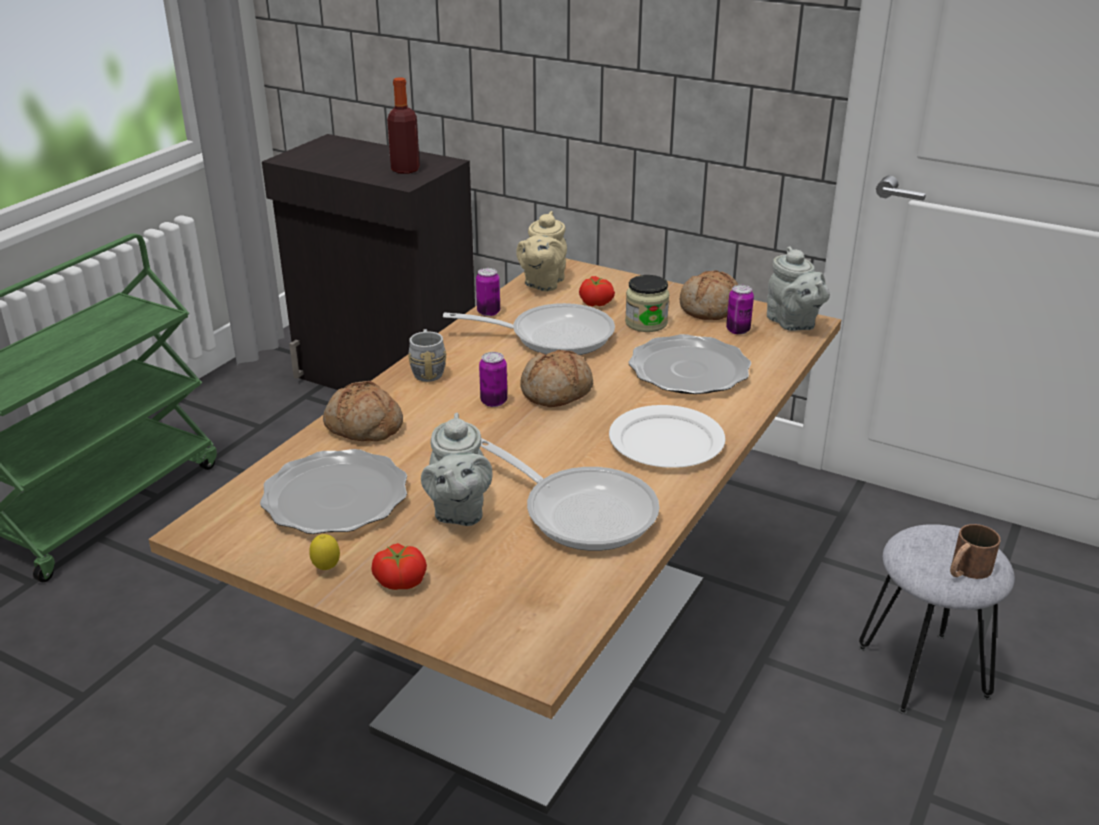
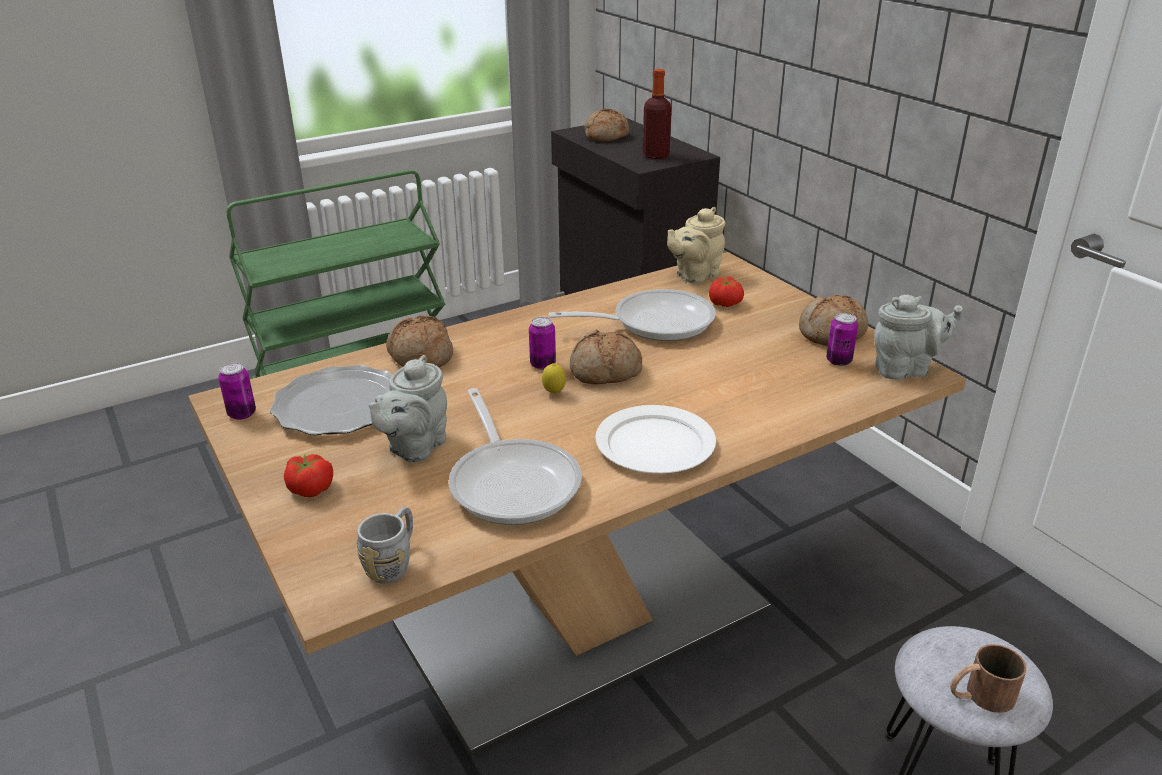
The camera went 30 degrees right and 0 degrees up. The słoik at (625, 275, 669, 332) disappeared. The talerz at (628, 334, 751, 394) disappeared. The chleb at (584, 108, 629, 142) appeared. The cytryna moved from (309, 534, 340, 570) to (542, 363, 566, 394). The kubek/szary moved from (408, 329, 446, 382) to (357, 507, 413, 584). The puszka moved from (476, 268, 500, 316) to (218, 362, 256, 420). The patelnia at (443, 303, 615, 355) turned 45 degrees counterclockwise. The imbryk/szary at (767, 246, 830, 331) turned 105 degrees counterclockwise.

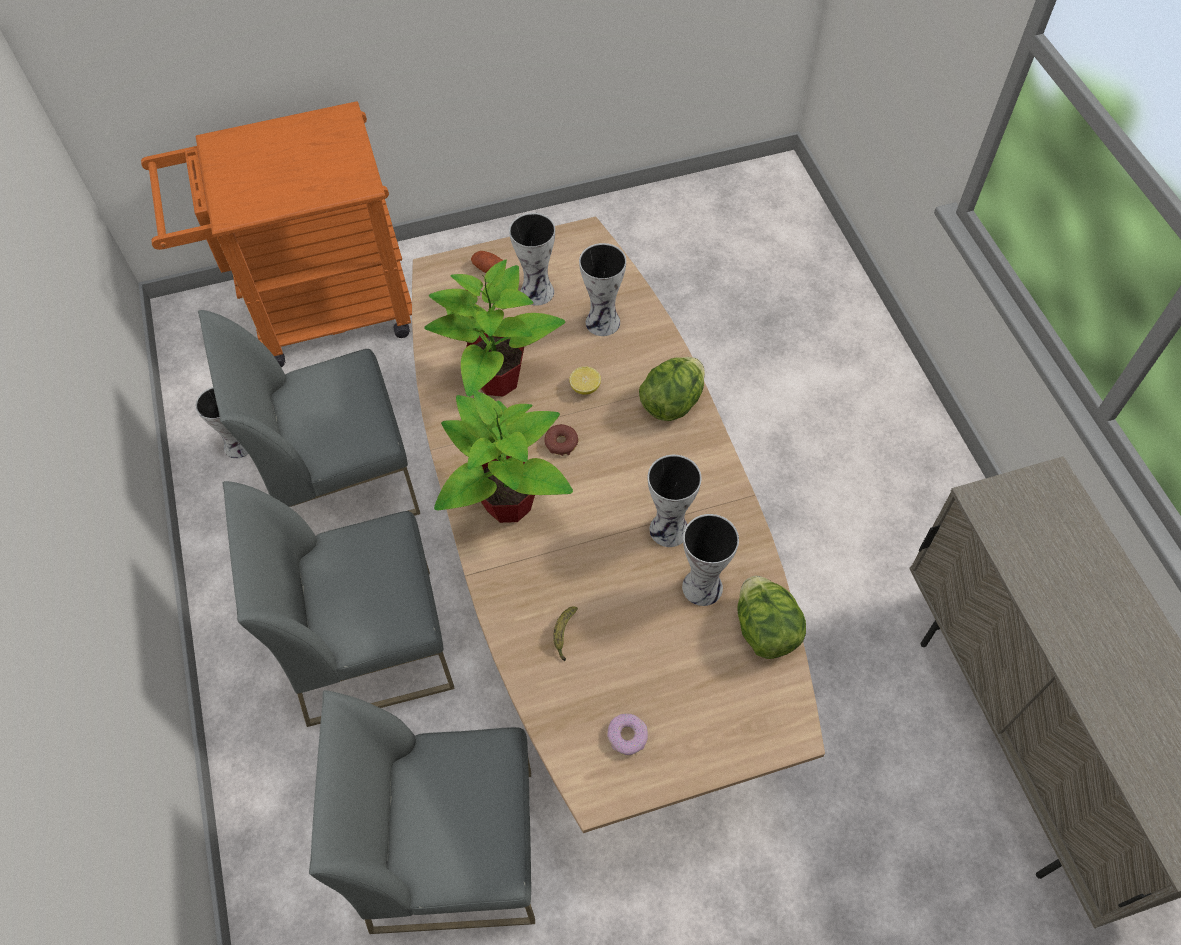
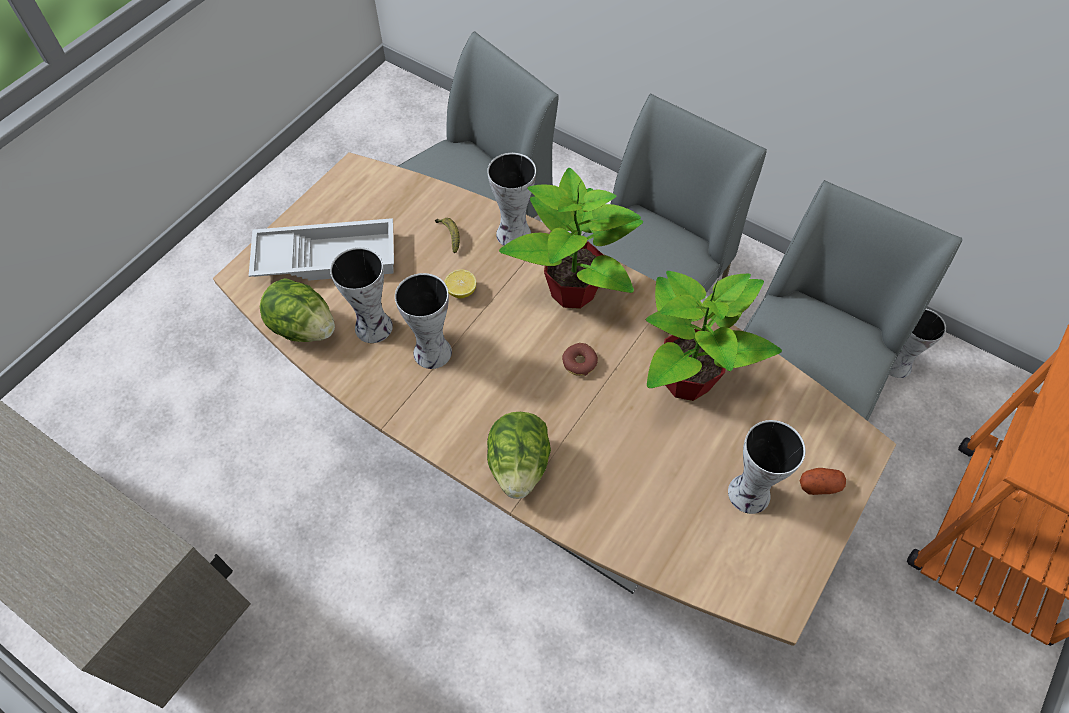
The camera went 140 degrees right and 0 degrees up. The donut at (607, 714, 648, 755) disappeared. The taca/biały at (249, 218, 394, 281) appeared. The cytryna moved from (569, 367, 601, 395) to (445, 269, 476, 299). The wazon moved from (579, 243, 626, 336) to (487, 153, 536, 246).

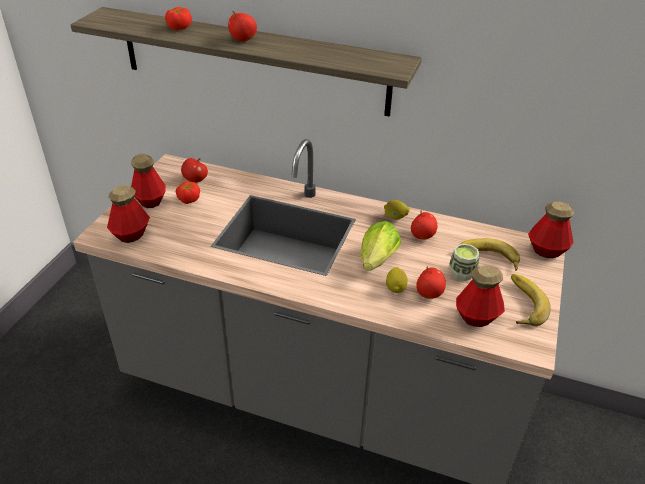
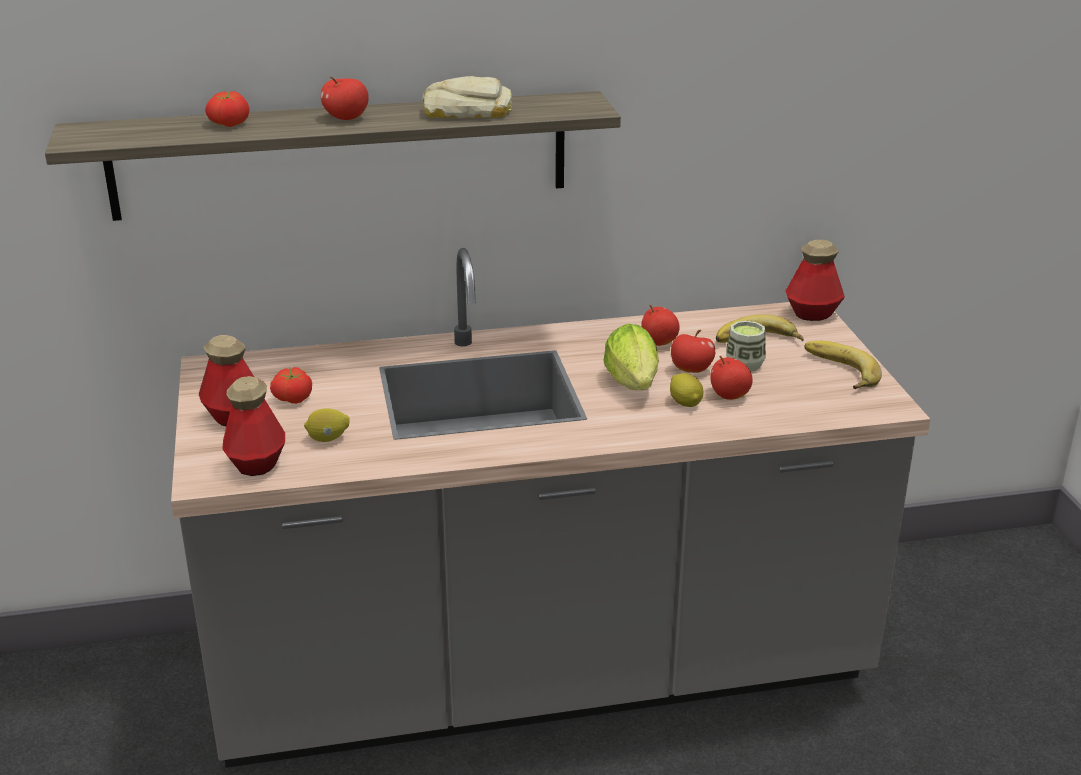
The camera went 30 degrees left and 10 degrees down. The butelka at (456, 265, 505, 327) disappeared. The chleb at (422, 76, 512, 118) appeared. The jabłko moved from (181, 158, 208, 183) to (671, 330, 715, 373). The cytryna moved from (384, 200, 410, 220) to (304, 408, 350, 442).

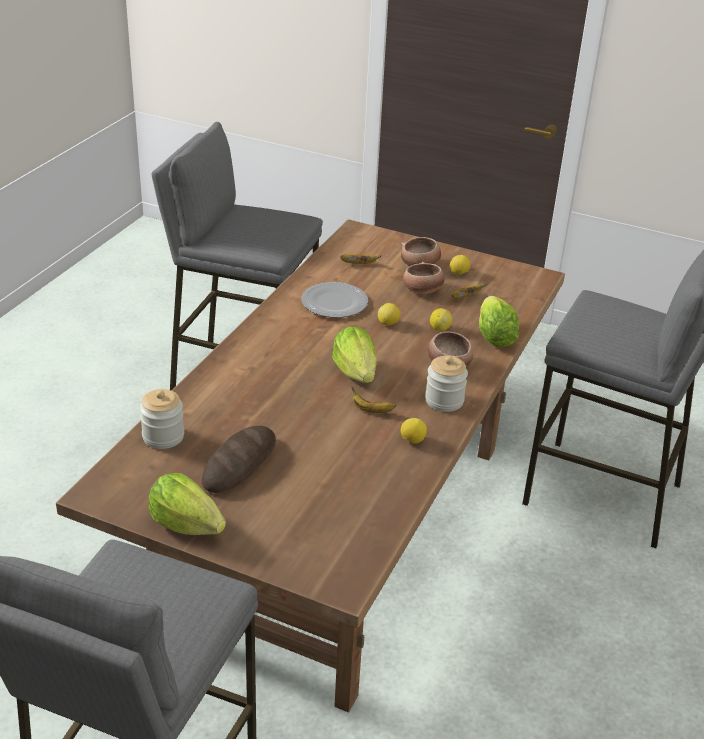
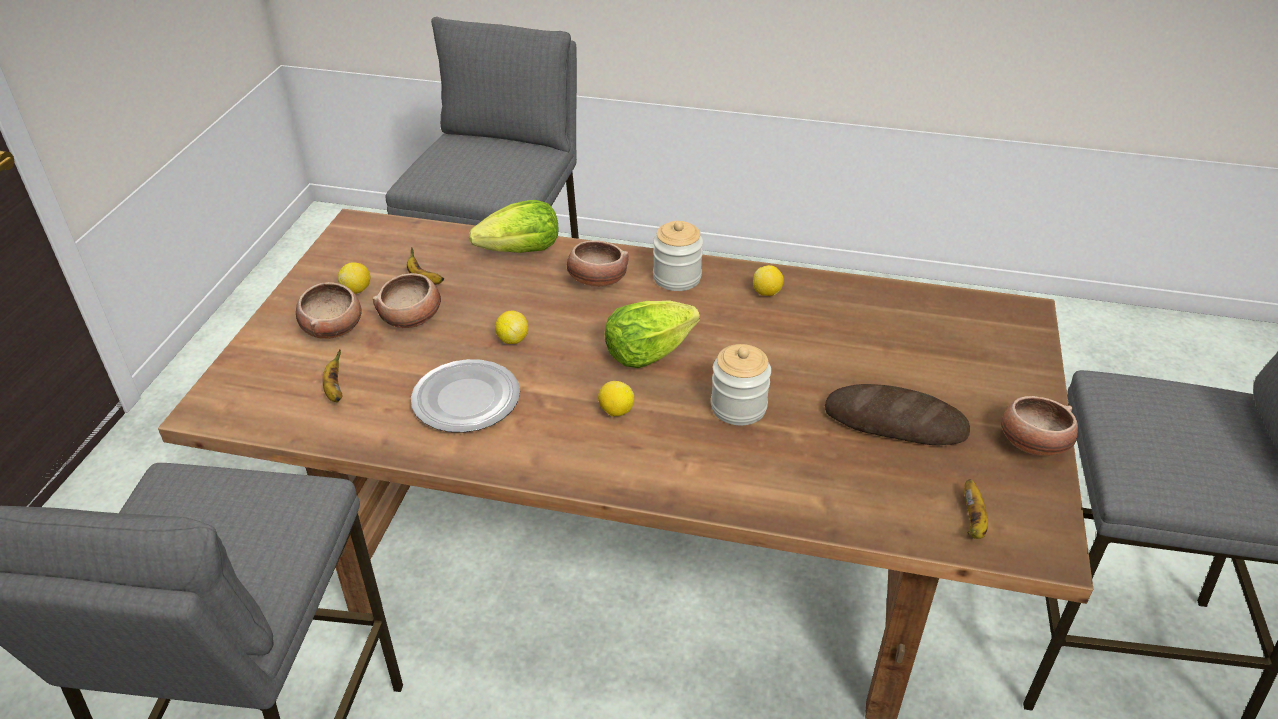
The camera went 100 degrees left and 5 degrees up. The słoik moved from (140, 389, 184, 449) to (711, 344, 771, 425). The banan moved from (352, 387, 396, 413) to (964, 479, 988, 539). The cytryna moved from (430, 308, 452, 331) to (598, 381, 634, 416). The sałata at (149, 473, 226, 535) was replaced by the miska at (1001, 396, 1078, 456).

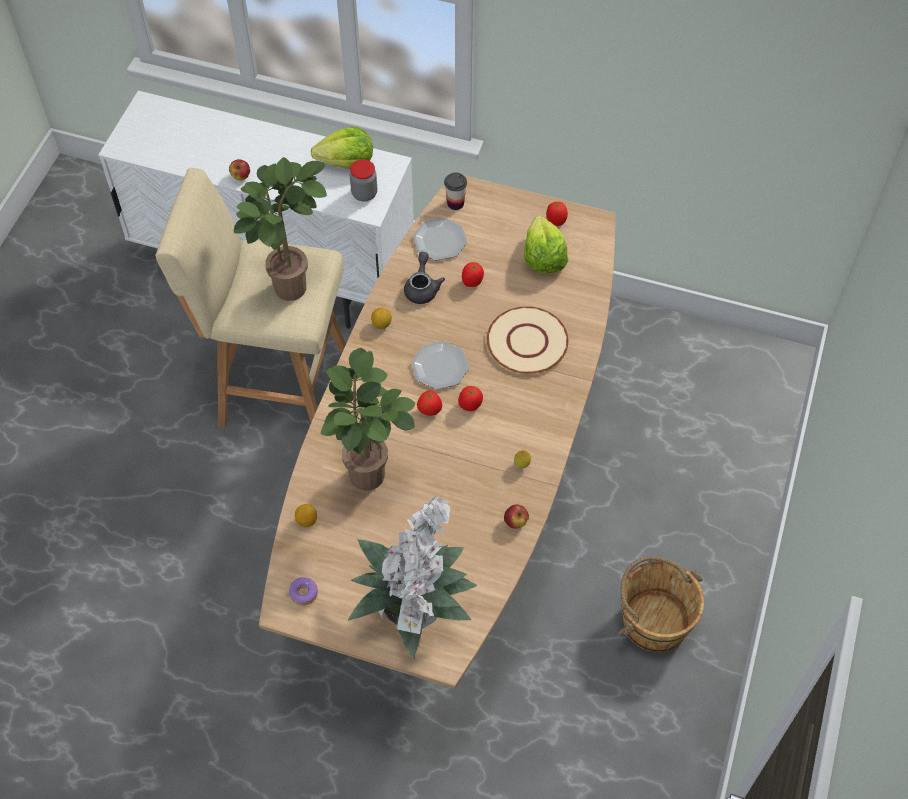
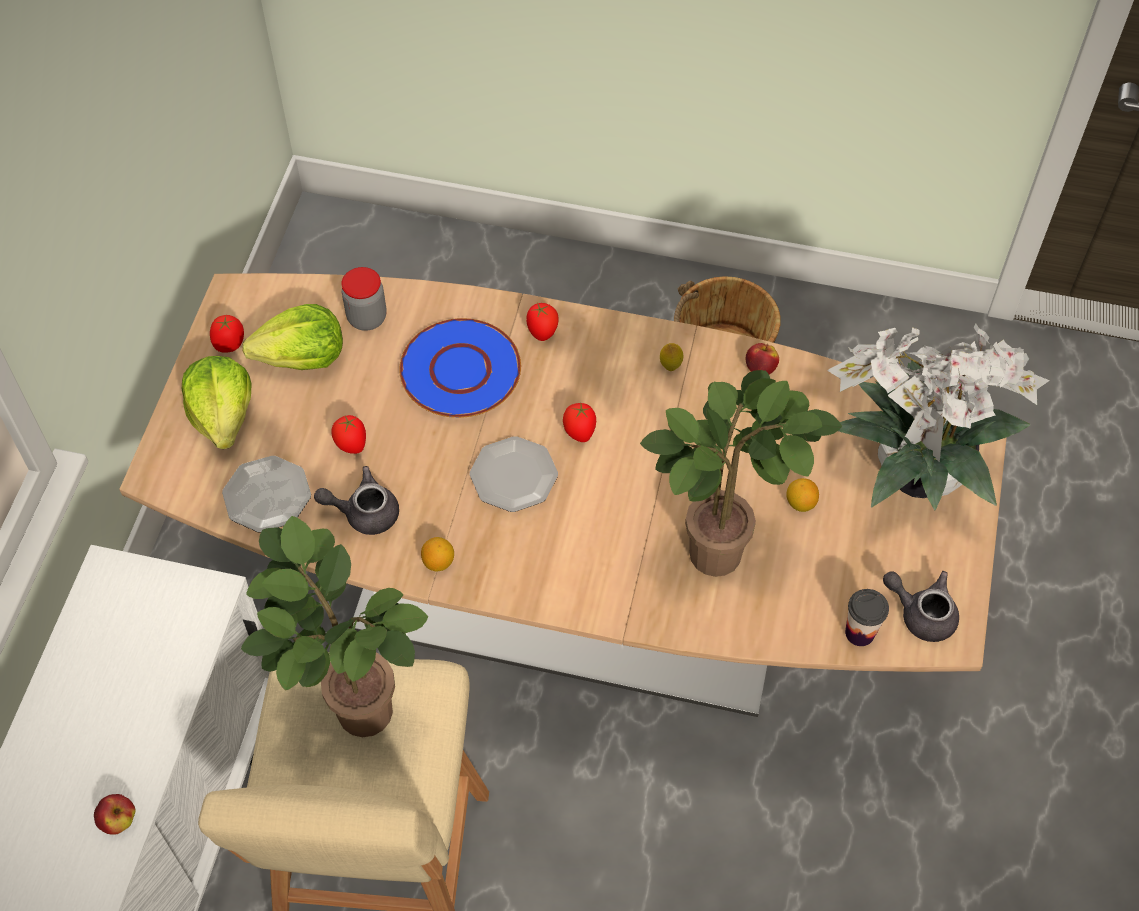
The camera went 95 degrees left and 0 degrees up. The cytryna moved from (295, 504, 317, 527) to (786, 478, 819, 512). The sałata moved from (311, 127, 373, 169) to (182, 356, 251, 449). The słoik moved from (350, 159, 377, 202) to (342, 267, 386, 331). The pomidor moved from (417, 391, 442, 416) to (526, 303, 559, 341). The filiżanka moved from (444, 172, 467, 210) to (845, 589, 889, 646). The donut at (289, 577, 318, 606) was replaced by the imbryk/szary at (883, 571, 959, 642). The talerz/beżowy at (487, 306, 569, 374) became the talerz/niebieski at (399, 318, 521, 418).

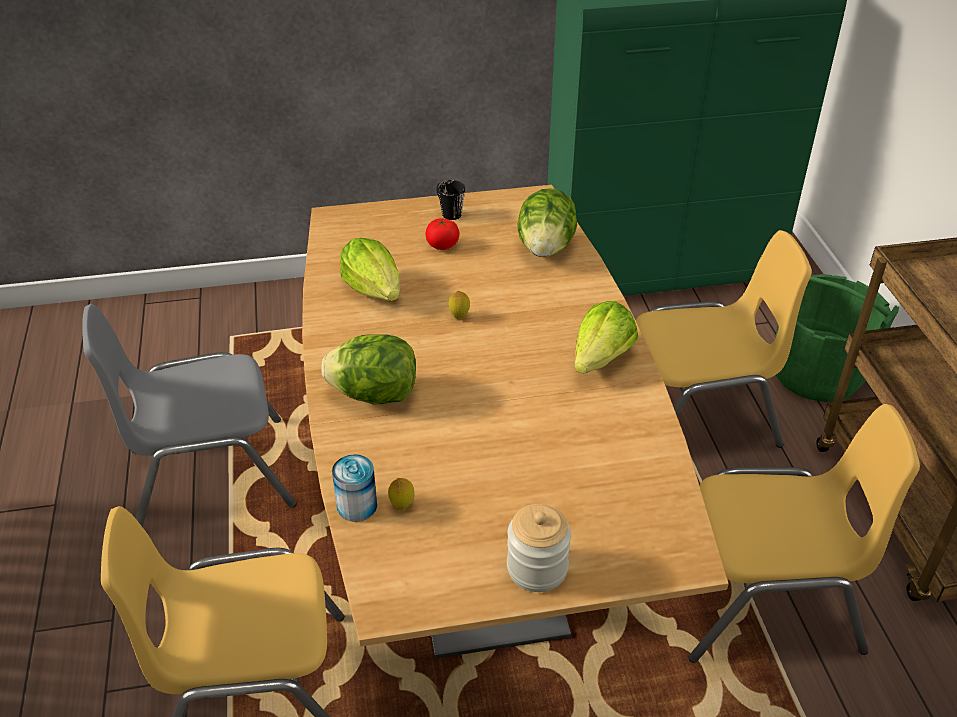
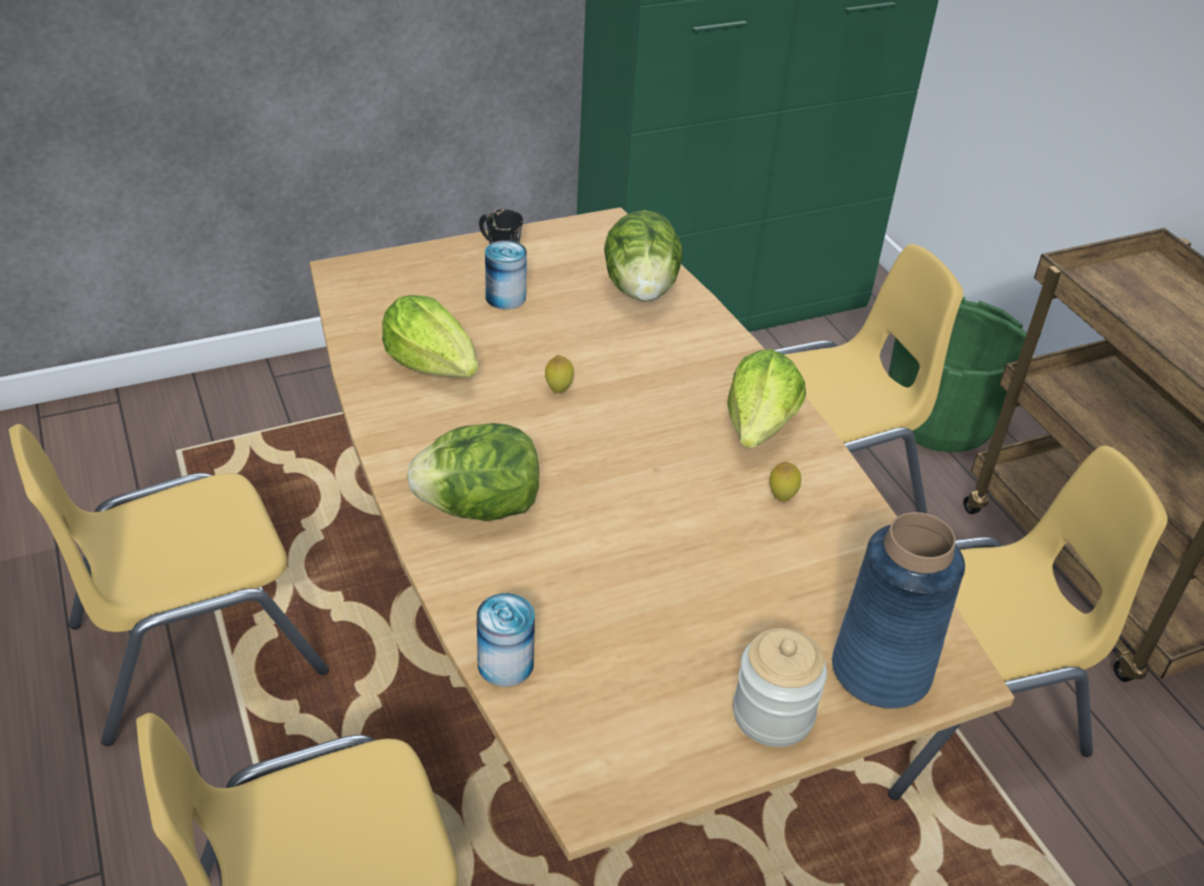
The camera went 15 degrees left and 0 degrees up. The wazon/niebieski at (832, 512, 965, 708) appeared. The cytryna moved from (388, 478, 415, 510) to (769, 462, 801, 502). The pomidor at (426, 218, 459, 250) was replaced by the puszka at (485, 240, 527, 309). The krzesło/szary at (82, 304, 297, 527) became the krzesło/żółty at (9, 424, 329, 746).

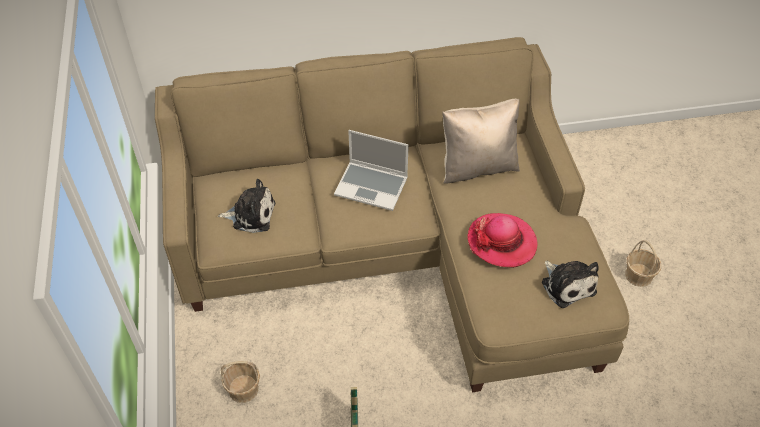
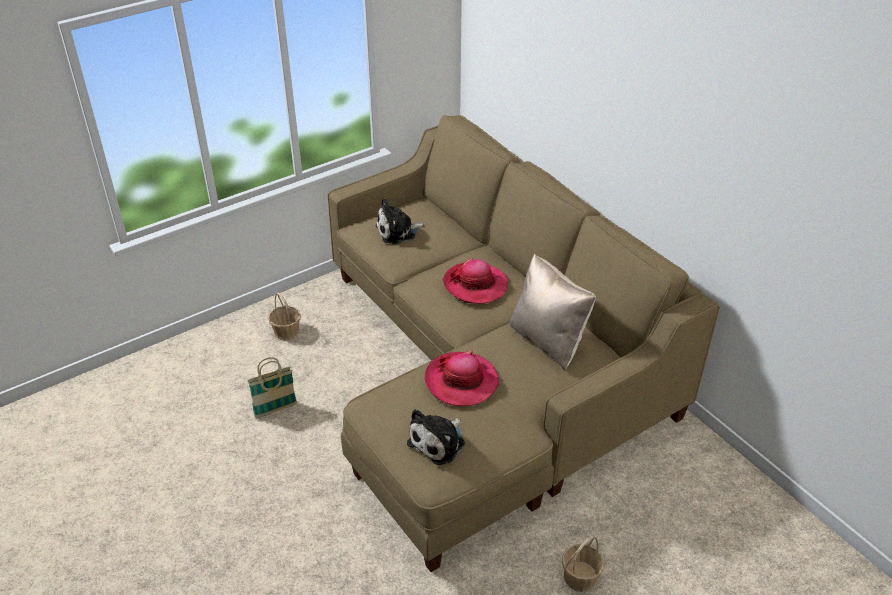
The camera went 65 degrees right and 10 degrees down. The laptop at (334, 130, 409, 211) was replaced by the kapelusz at (442, 258, 508, 304). The pluszak at (218, 179, 275, 233) turned 90 degrees clockwise.

